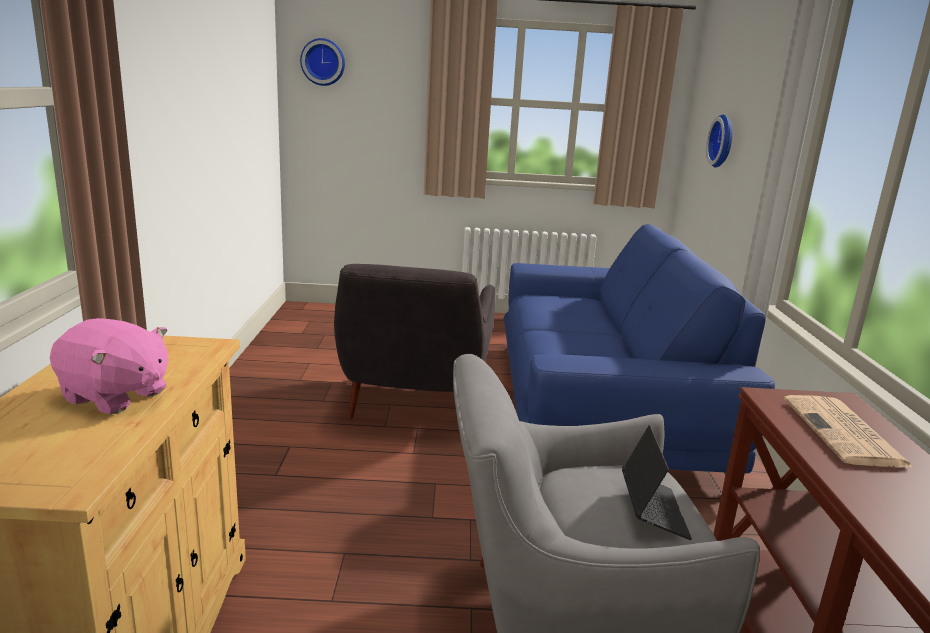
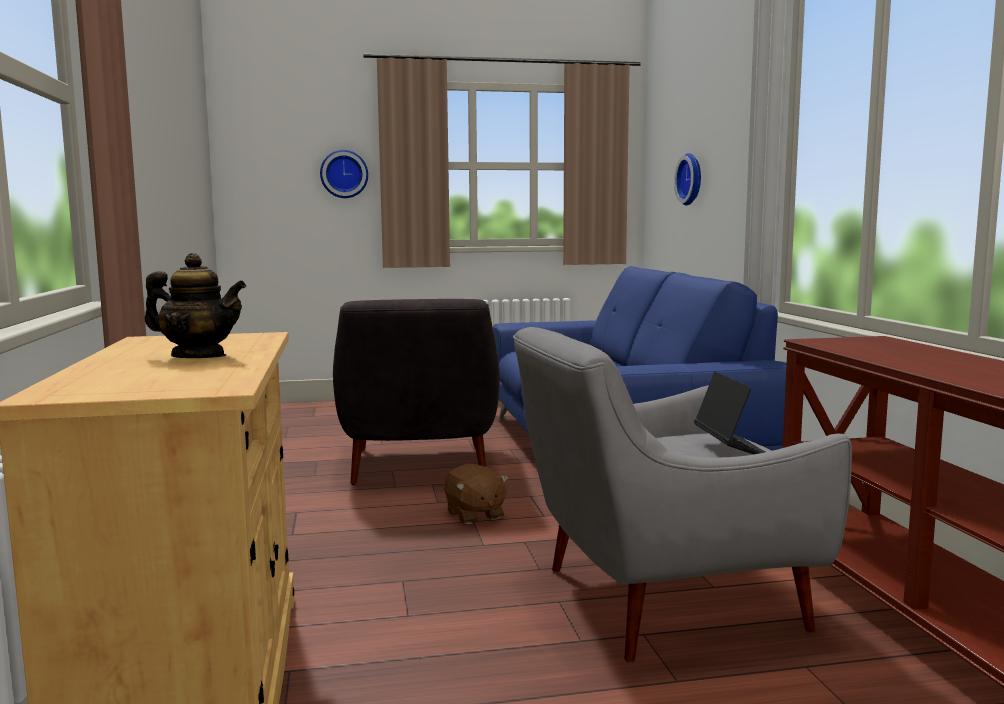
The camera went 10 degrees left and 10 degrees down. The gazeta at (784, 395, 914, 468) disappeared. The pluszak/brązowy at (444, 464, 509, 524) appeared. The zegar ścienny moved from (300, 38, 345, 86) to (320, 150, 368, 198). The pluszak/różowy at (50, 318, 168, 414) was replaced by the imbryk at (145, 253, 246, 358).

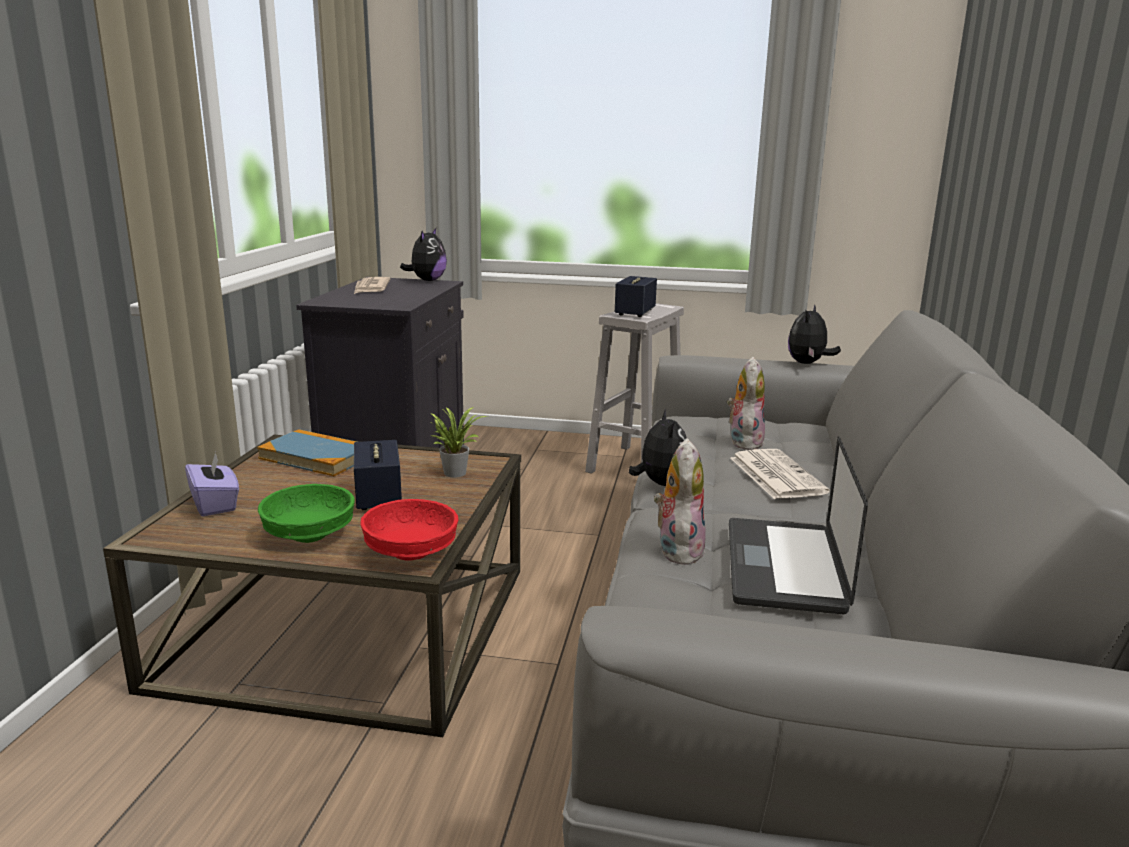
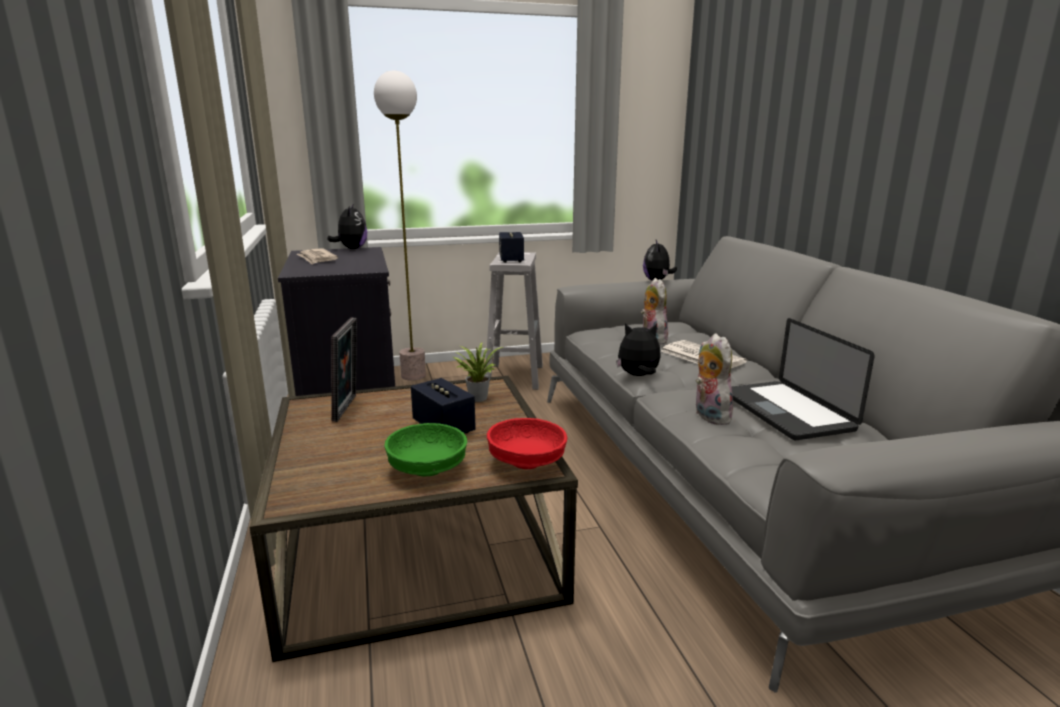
The camera went 25 degrees left and 0 degrees up. The pudełko chusteczek/fioletowy at (185, 452, 239, 516) disappeared. The lampa stojąca at (374, 70, 426, 381) appeared. The książka at (257, 429, 357, 476) was replaced by the ramka na zdjęcie at (331, 317, 357, 422). The pluszak at (629, 409, 687, 486) turned 60 degrees counterclockwise.

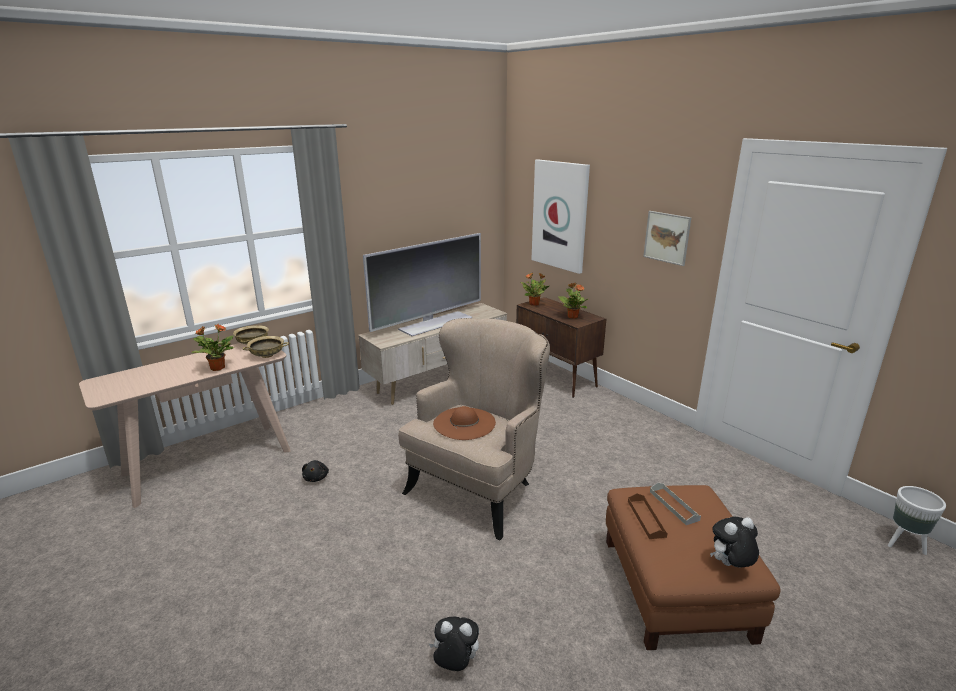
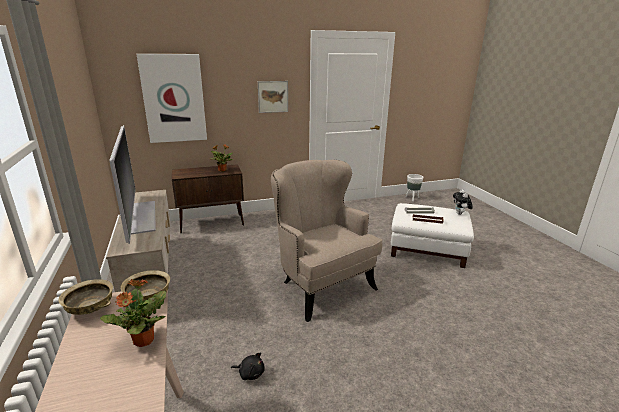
The camera went 70 degrees left and 0 degrees up. The pluszak at (429, 617, 479, 671) disappeared. The kapelusz/brązowy at (433, 406, 496, 440) disappeared. The roślina doniczkowa at (520, 273, 549, 306) disappeared. The pufa/brązowy at (606, 485, 780, 650) became the pufa/biały at (391, 203, 474, 268).

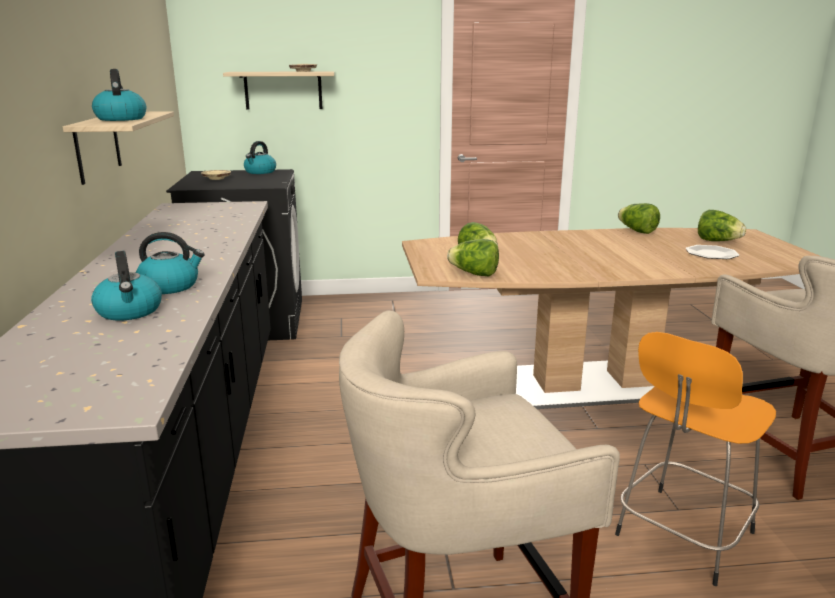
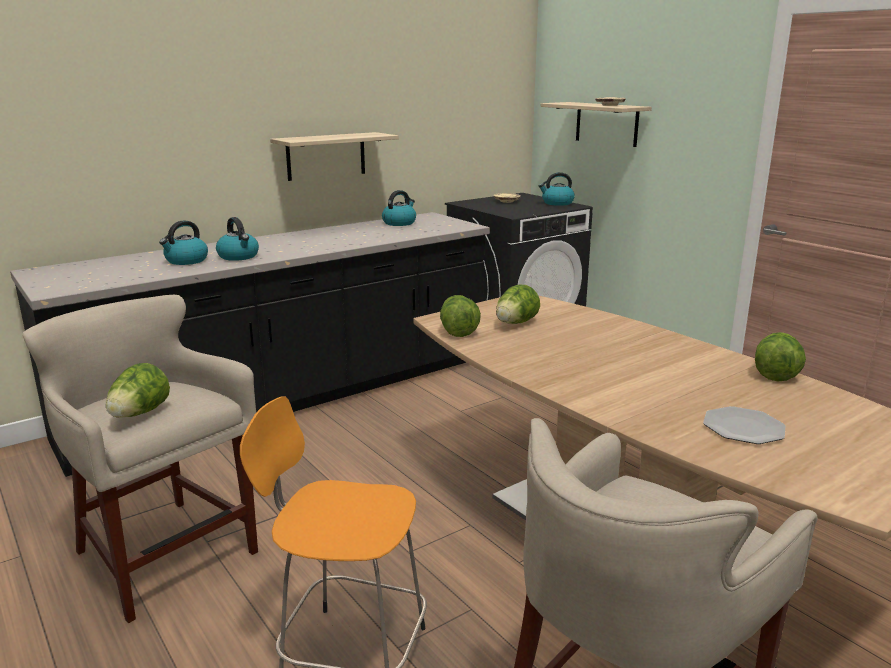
The camera went 60 degrees right and 0 degrees up. The czajnik moved from (92, 69, 146, 121) to (382, 190, 416, 226). The sałata moved from (698, 210, 746, 241) to (106, 363, 170, 418).

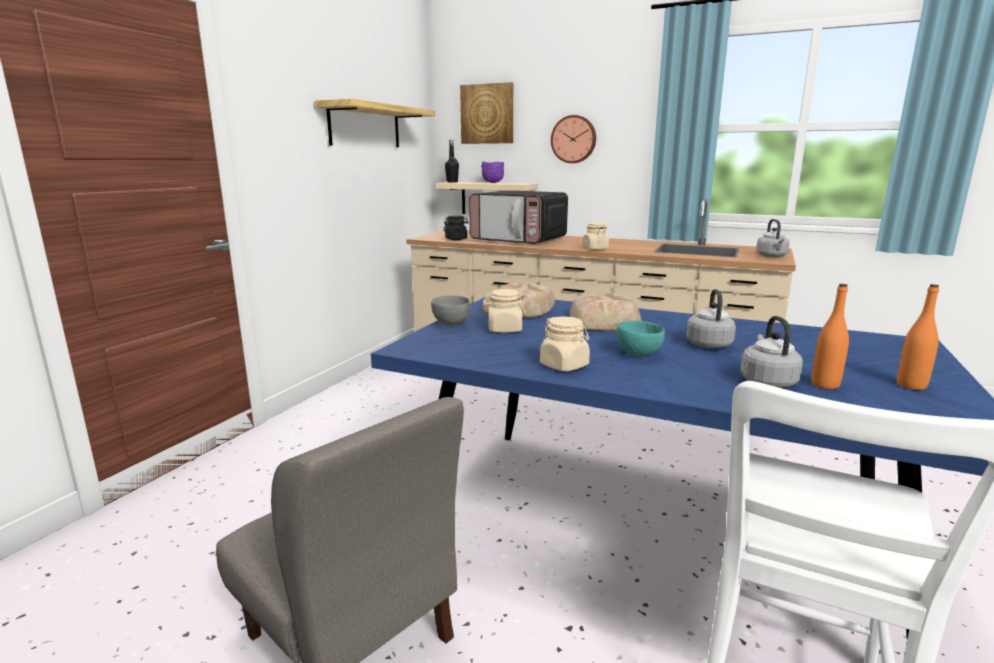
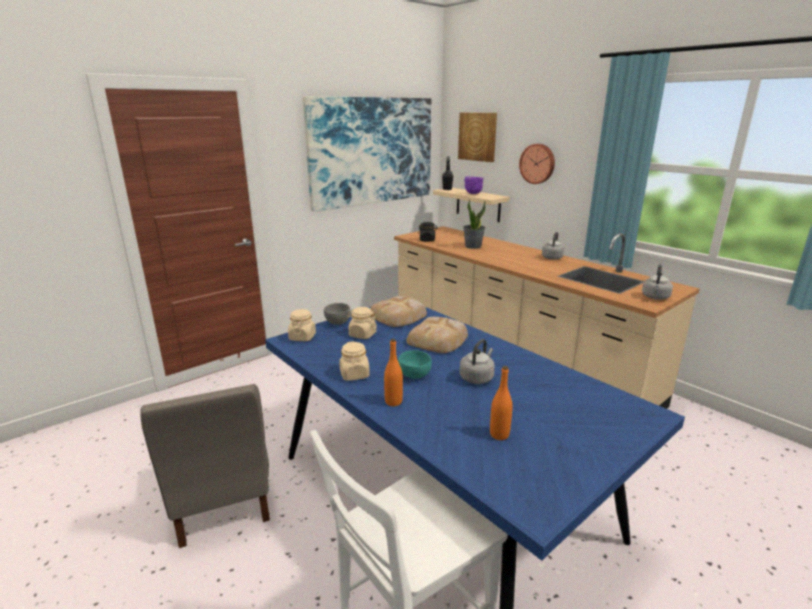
The camera went 25 degrees right and 5 degrees up. The słoik/beżowy moved from (583, 222, 609, 250) to (288, 309, 316, 341). The czajnik/szary moved from (740, 316, 803, 388) to (542, 232, 564, 260). The butelka/pomarańczowy moved from (897, 284, 939, 390) to (384, 339, 403, 406). The półka at (315, 99, 435, 147) was replaced by the obraz at (303, 96, 431, 212). The mikrofalówka at (469, 191, 568, 244) was replaced by the roślina doniczkowa at (463, 199, 486, 249).

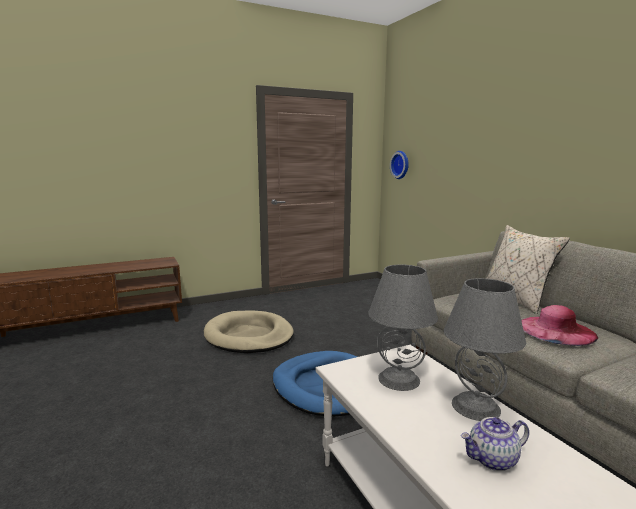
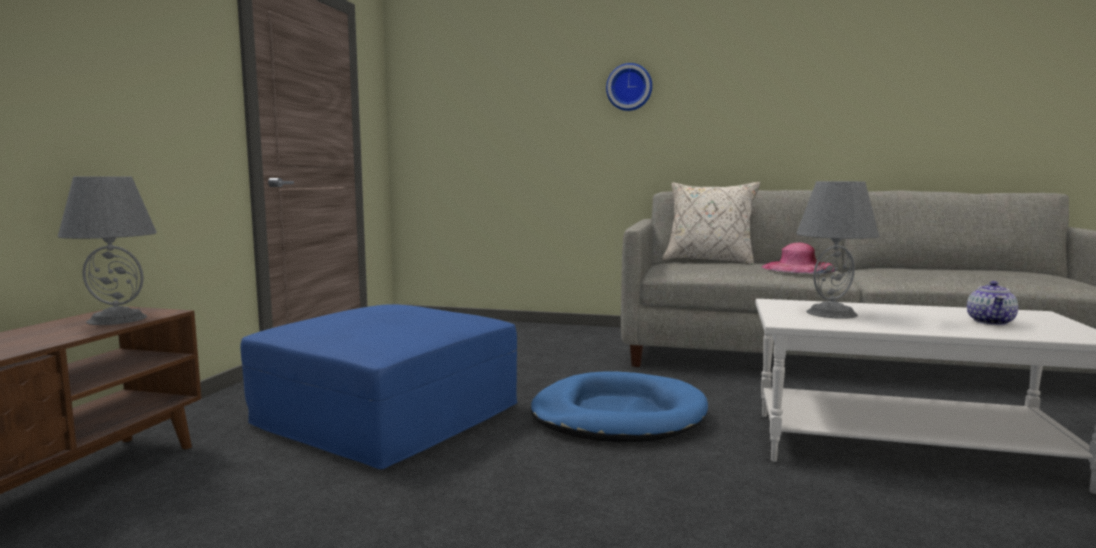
The camera went 50 degrees left and 5 degrees down. The zegar ścienny moved from (390, 151, 409, 179) to (606, 63, 652, 111). The lampa stołowa/szary moved from (444, 278, 526, 421) to (57, 177, 157, 325). The legowisko/beżowy at (204, 311, 294, 353) was replaced by the pufa/niebieski at (240, 304, 517, 469).

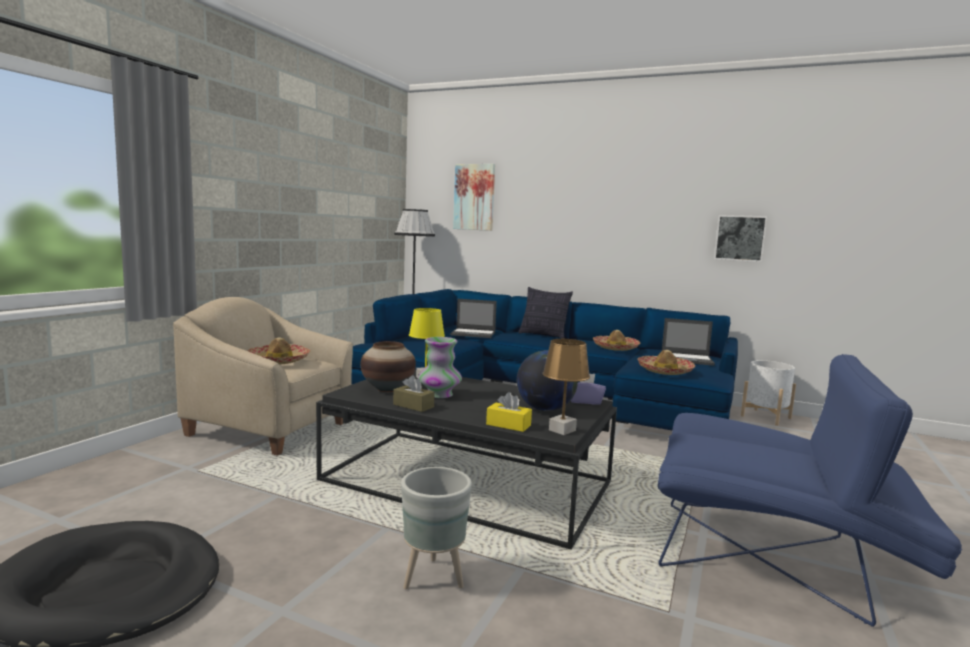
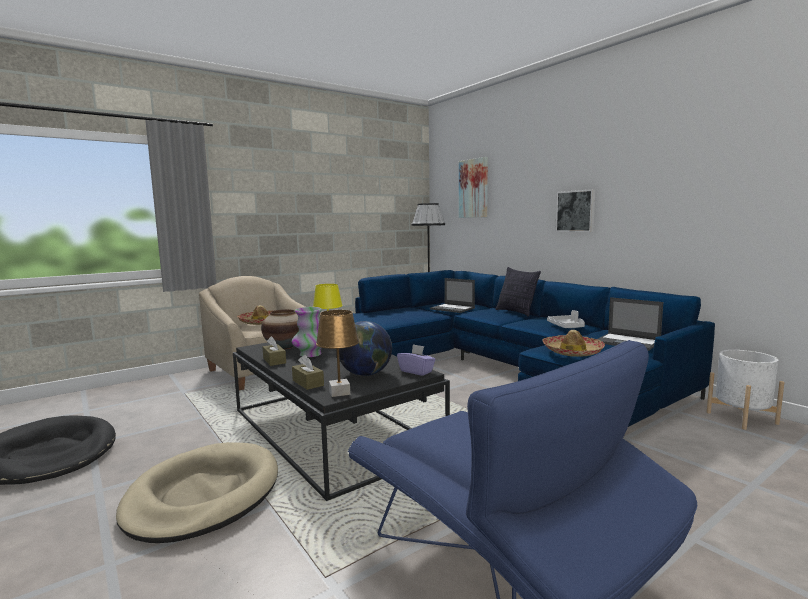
The camera went 30 degrees right and 0 degrees up. The obraz moved from (714, 215, 767, 262) to (555, 189, 595, 232). The donica/szary at (401, 467, 472, 589) was replaced by the legowisko/beżowy at (116, 442, 278, 543). The kapelusz at (593, 330, 640, 351) was replaced by the taca/szary at (547, 310, 585, 328). The pudełko chusteczek/żółty at (486, 392, 532, 432) became the pudełko chusteczek/brązowy at (292, 355, 324, 390).

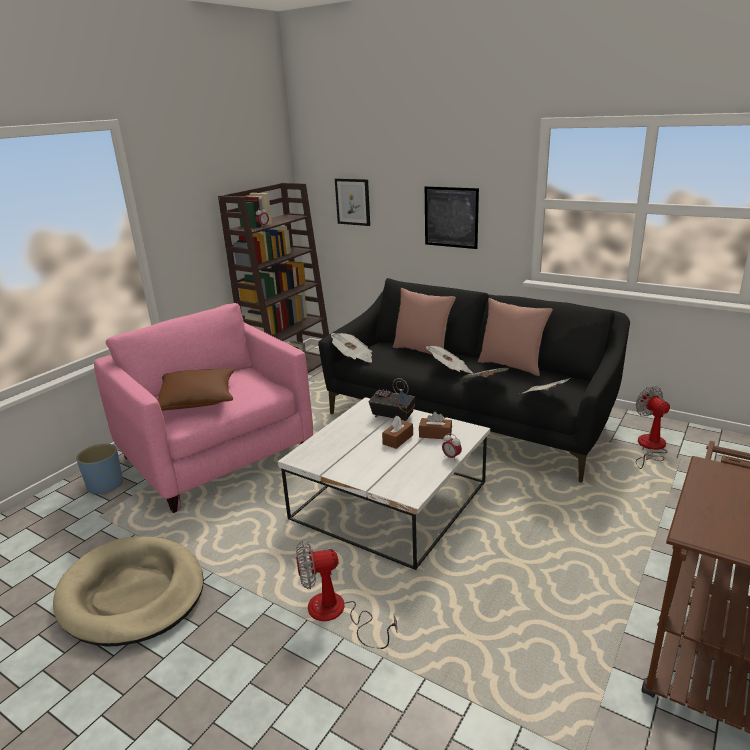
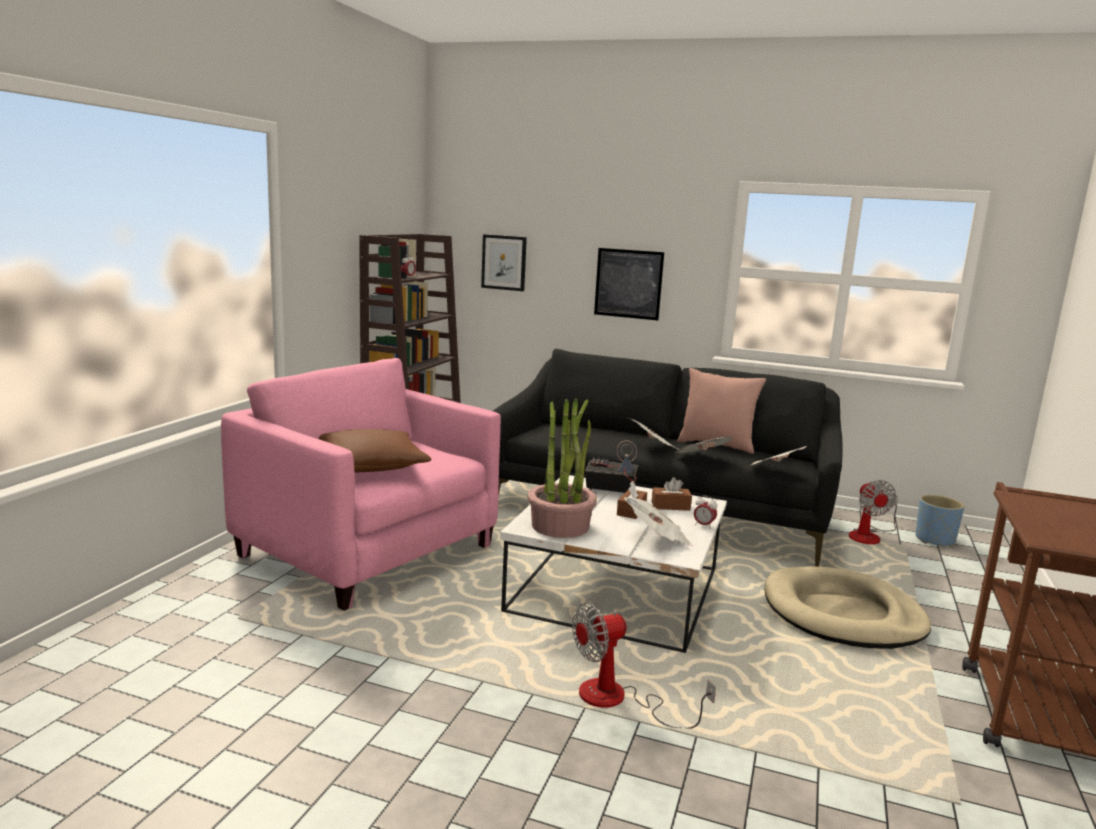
The camera went 15 degrees left and 10 degrees down. The poduszka/różowy at (393, 288, 456, 355) disappeared. The roślina doniczkowa at (527, 399, 597, 538) appeared. The legowisko/beżowy moved from (53, 536, 204, 647) to (764, 566, 931, 649). The donica/niebieski moved from (76, 444, 123, 495) to (915, 495, 965, 547). The gazeta moved from (331, 333, 372, 362) to (624, 497, 693, 546). The wentylator at (635, 386, 670, 469) turned 150 degrees counterclockwise.

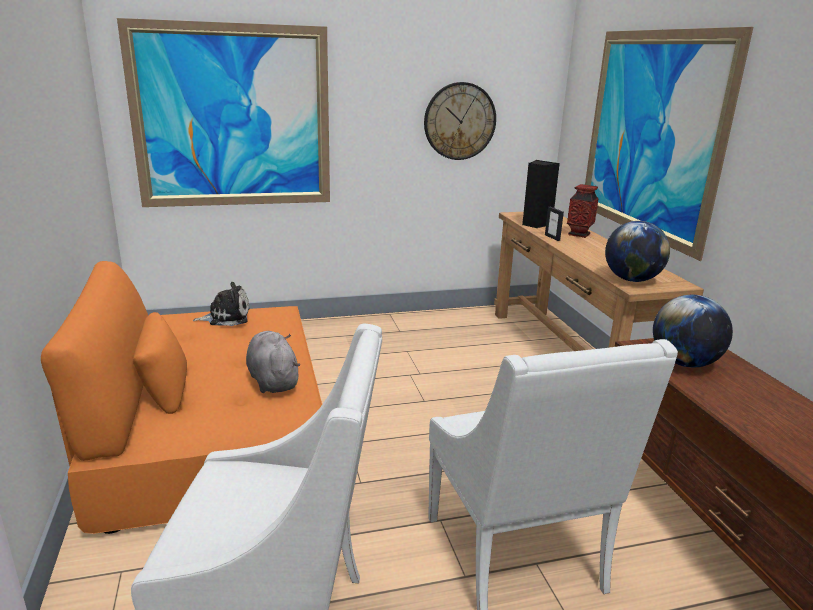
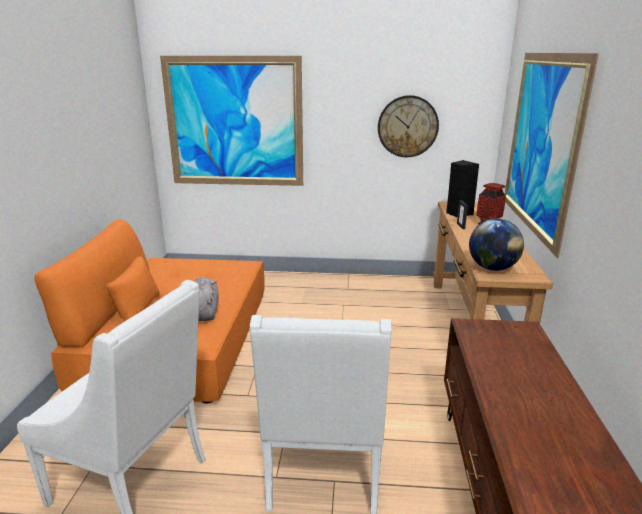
The camera went 20 degrees right and 0 degrees up. The pluszak at (192, 282, 249, 326) disappeared. The globus at (653, 295, 733, 368) disappeared.

